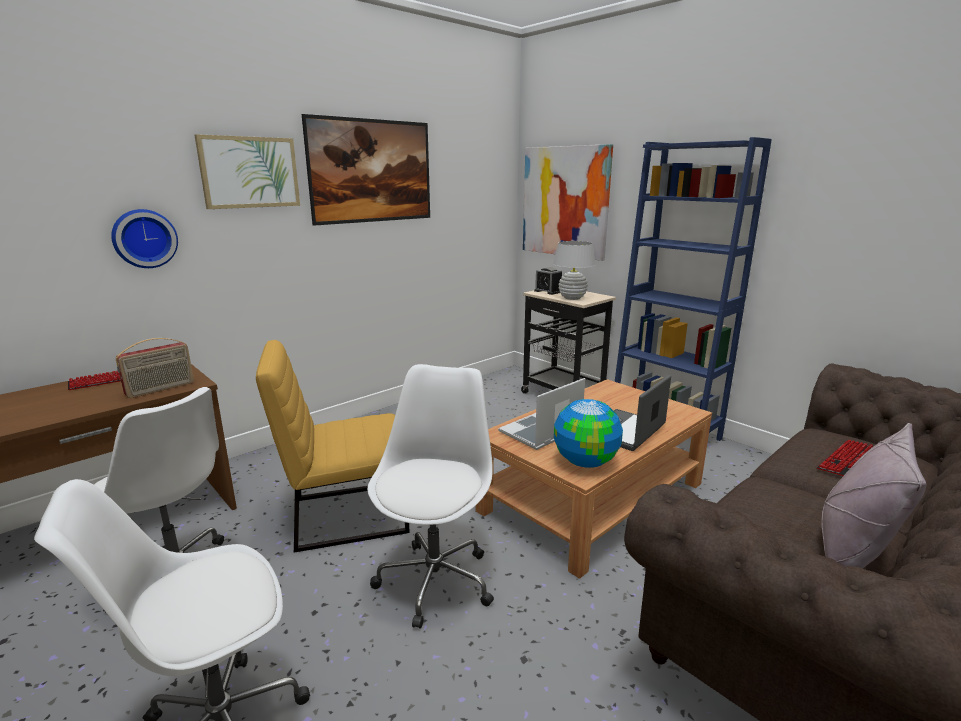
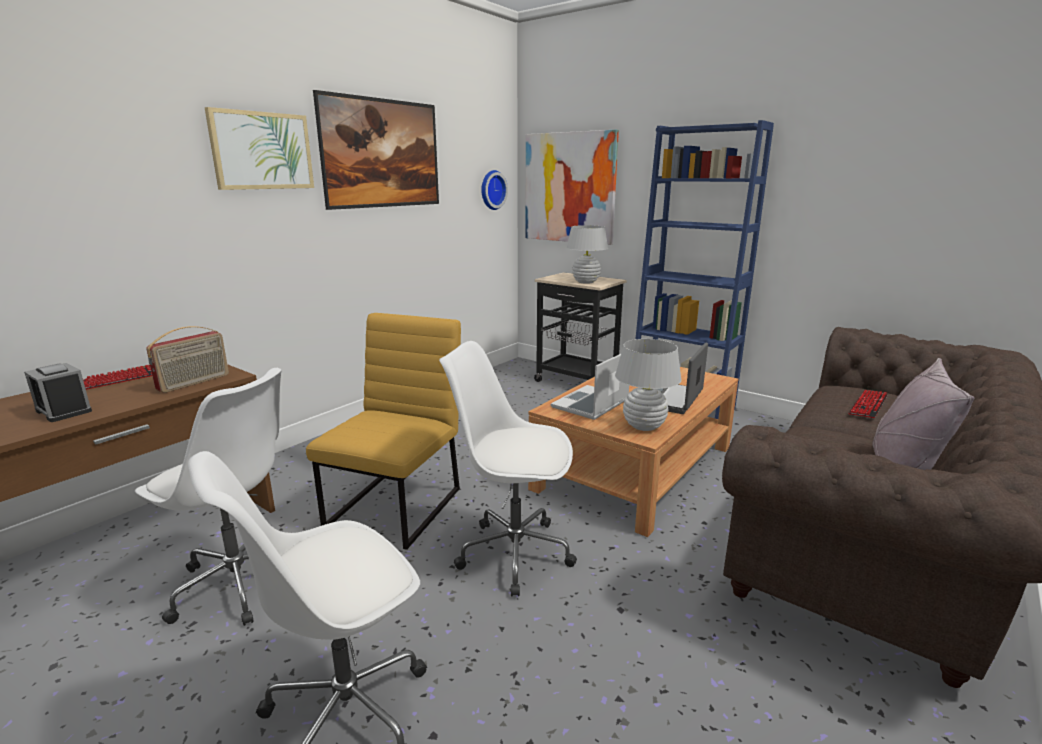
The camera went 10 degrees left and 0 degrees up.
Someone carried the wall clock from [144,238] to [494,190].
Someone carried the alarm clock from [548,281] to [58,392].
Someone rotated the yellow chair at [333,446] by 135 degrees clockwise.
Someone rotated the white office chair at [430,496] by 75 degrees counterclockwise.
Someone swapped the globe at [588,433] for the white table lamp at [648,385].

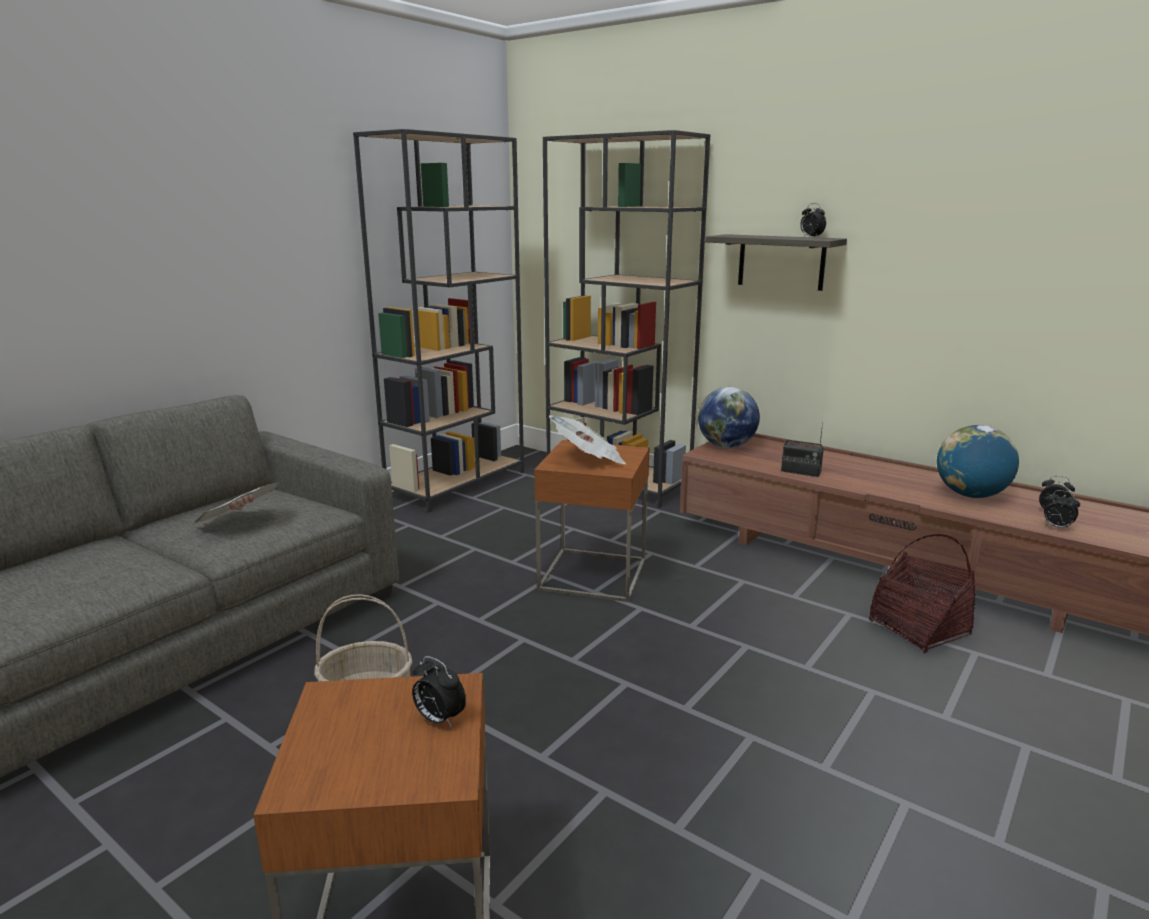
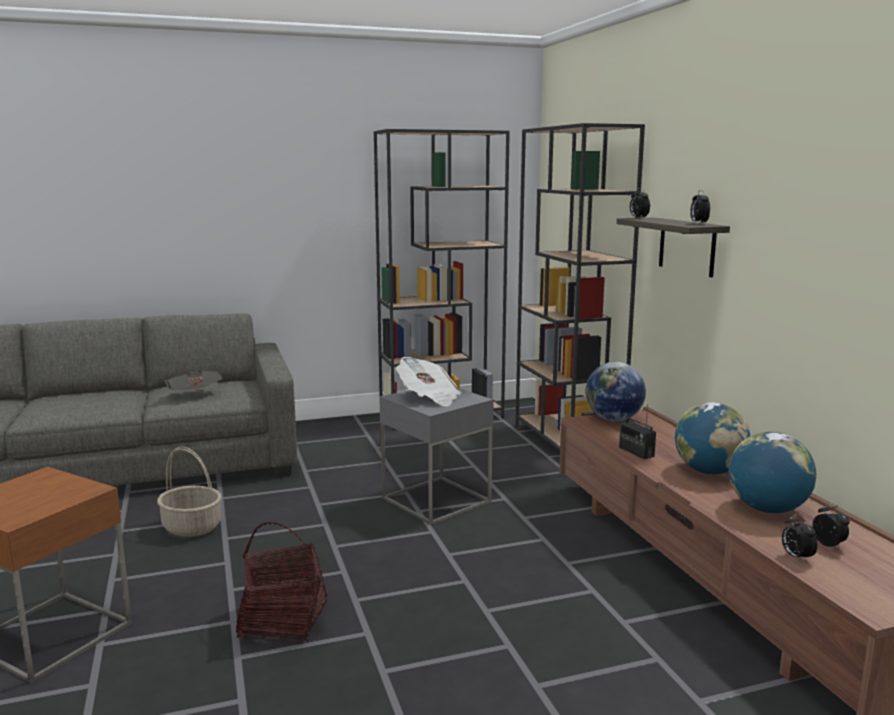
The camera went 35 degrees right and 5 degrees down.
Someone repainted the brown side table at [592,521], which became the grey side table at [436,456].
Someone carried the basket from [922,593] to [281,582].
Someone carried the alarm clock from [439,692] to [640,203].
Someone put down the globe at [712,438].

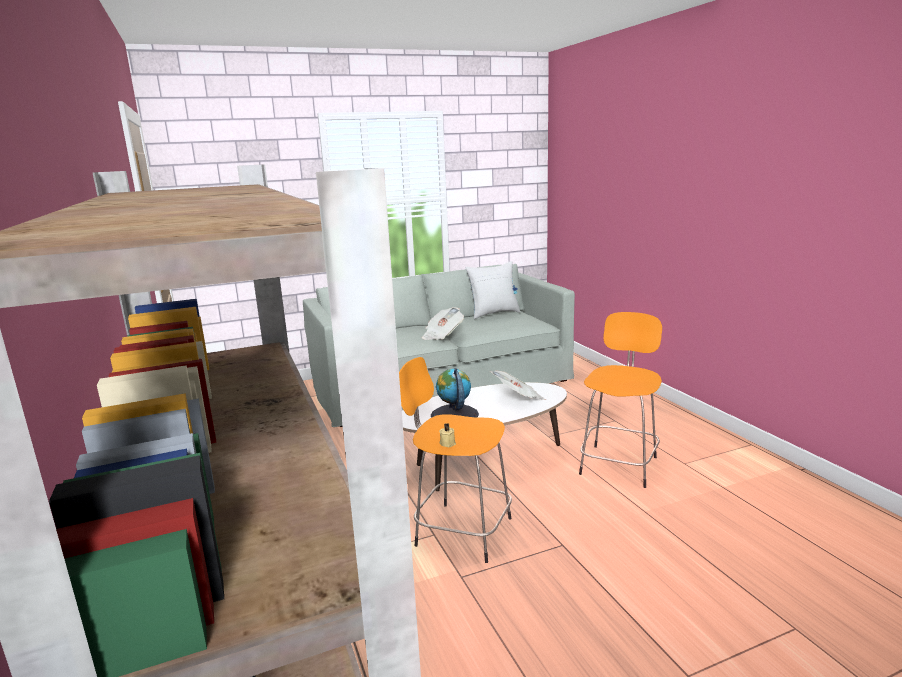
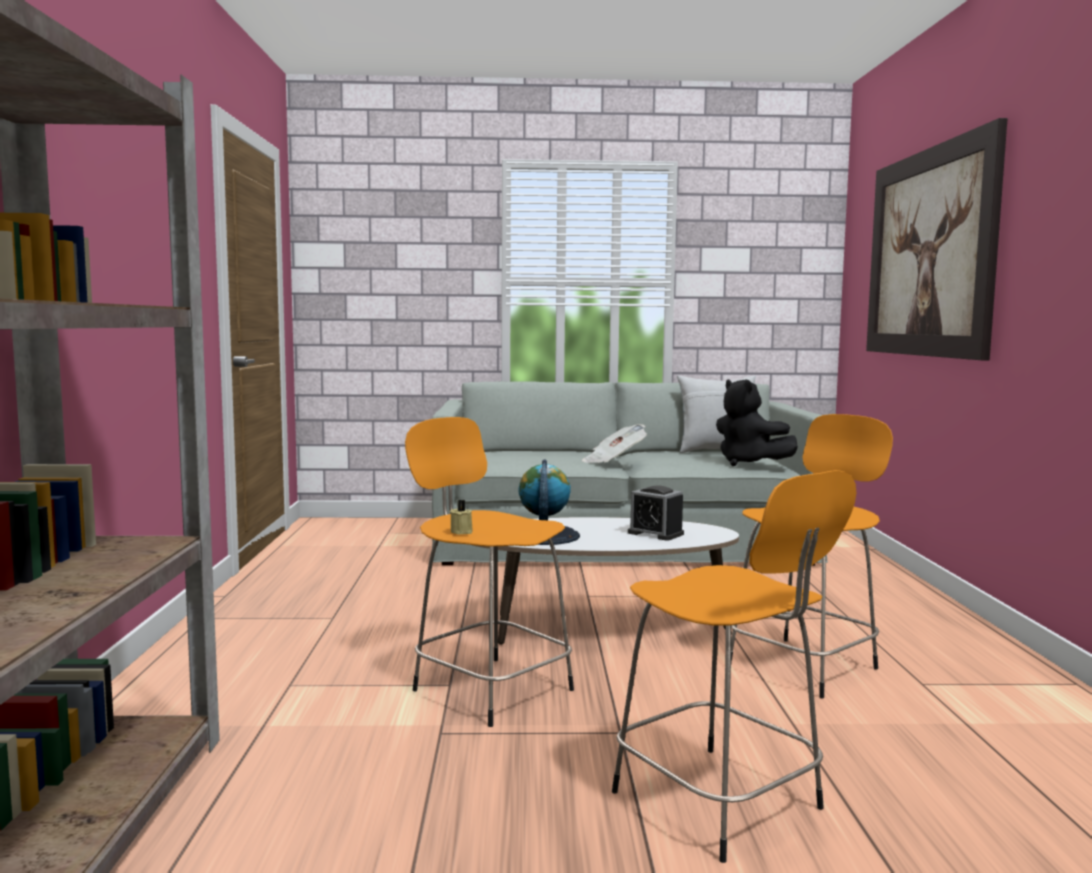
The camera went 20 degrees right and 10 degrees down.
Someone swapped the newspaper at [518,385] for the alarm clock at [656,513].
Someone put up the picture at [937,239].
Someone put down the black plush toy at [757,422].
Someone put down the orange stool at [734,666].

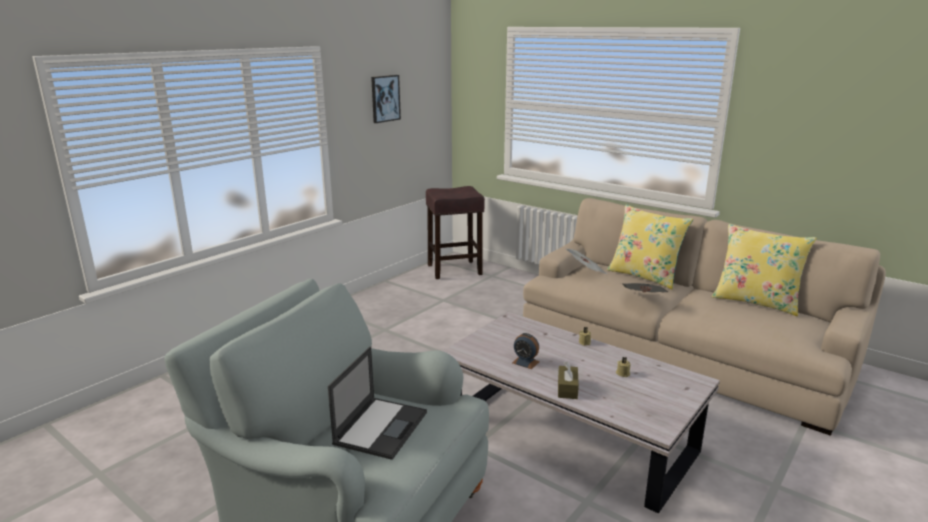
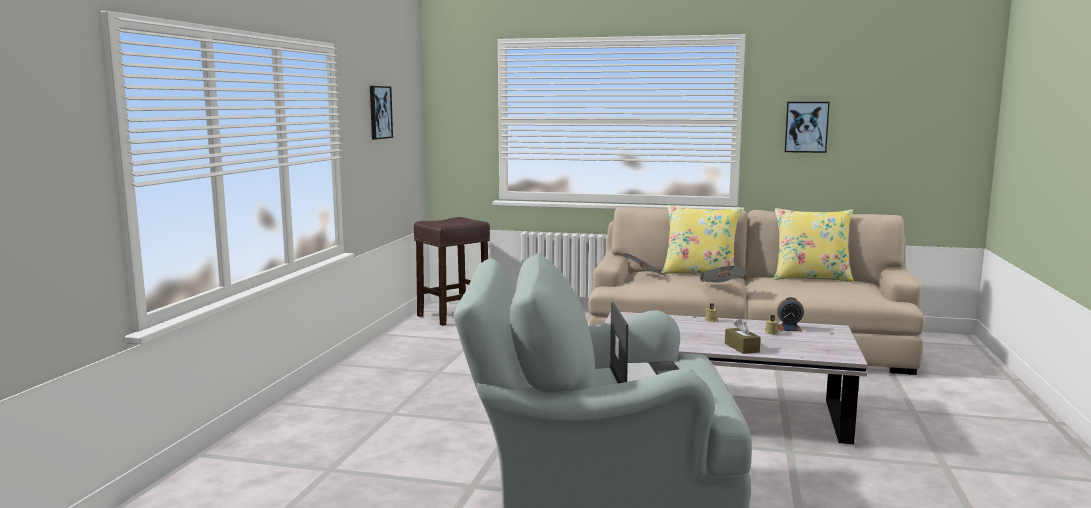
The camera went 25 degrees left and 10 degrees down.
Someone carried the alarm clock from [526,351] to [790,314].
Someone put up the picture at [807,127].

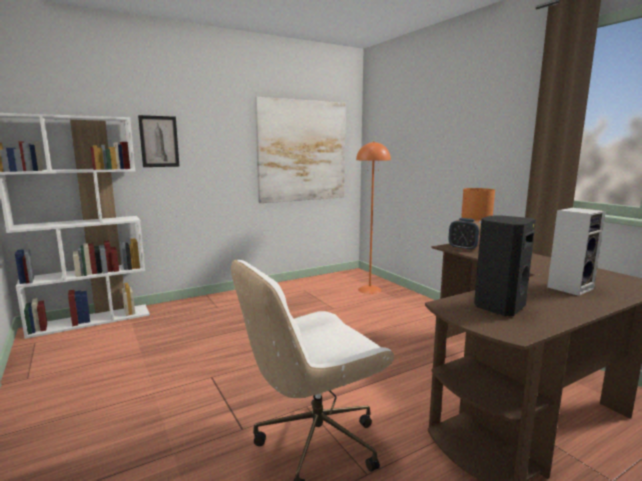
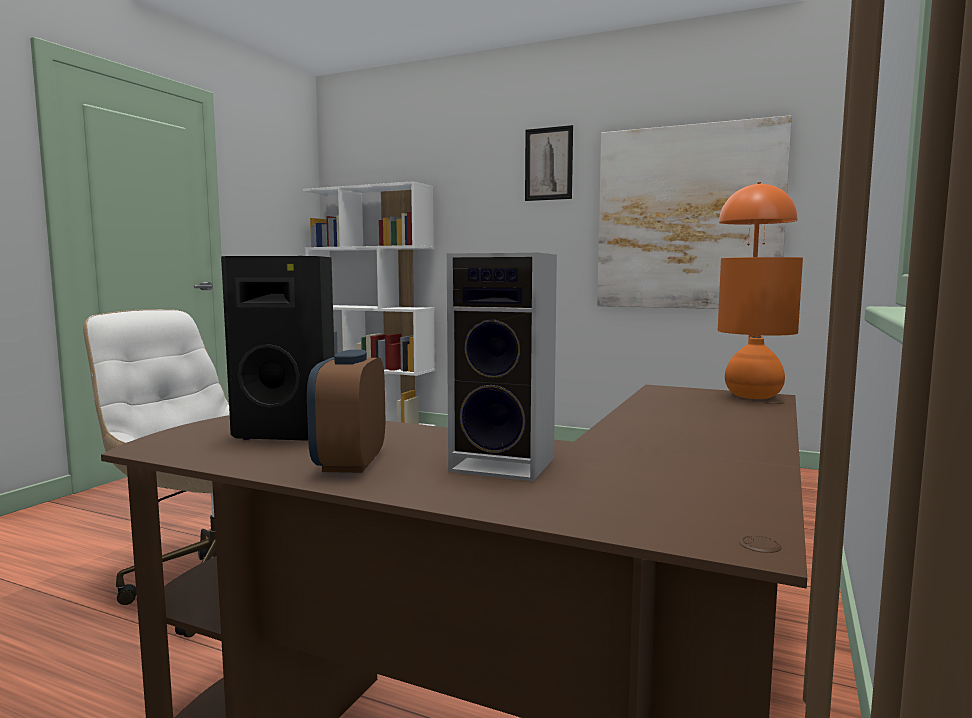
The camera went 55 degrees right and 5 degrees down.
Someone carried the picture from [159,141] to [549,163].
Someone carried the alarm clock from [465,234] to [346,411].

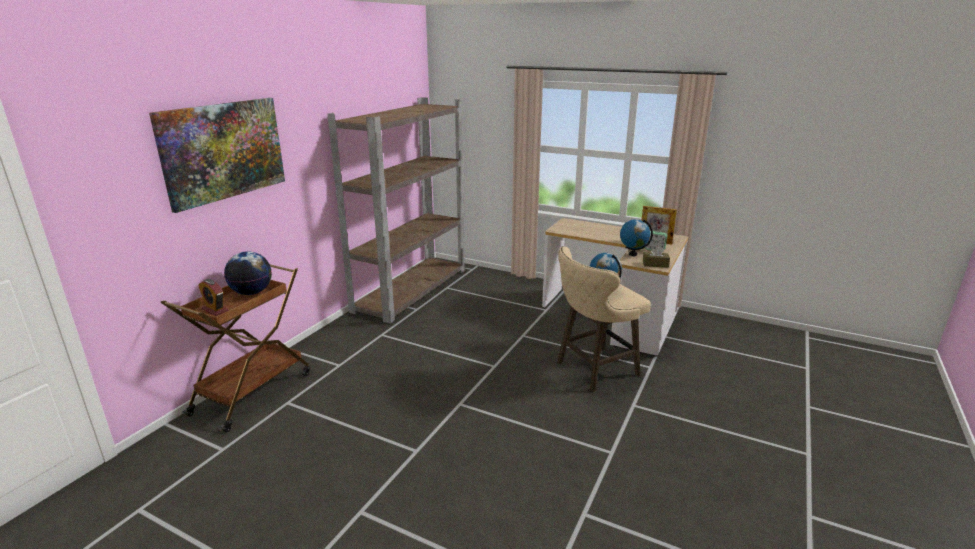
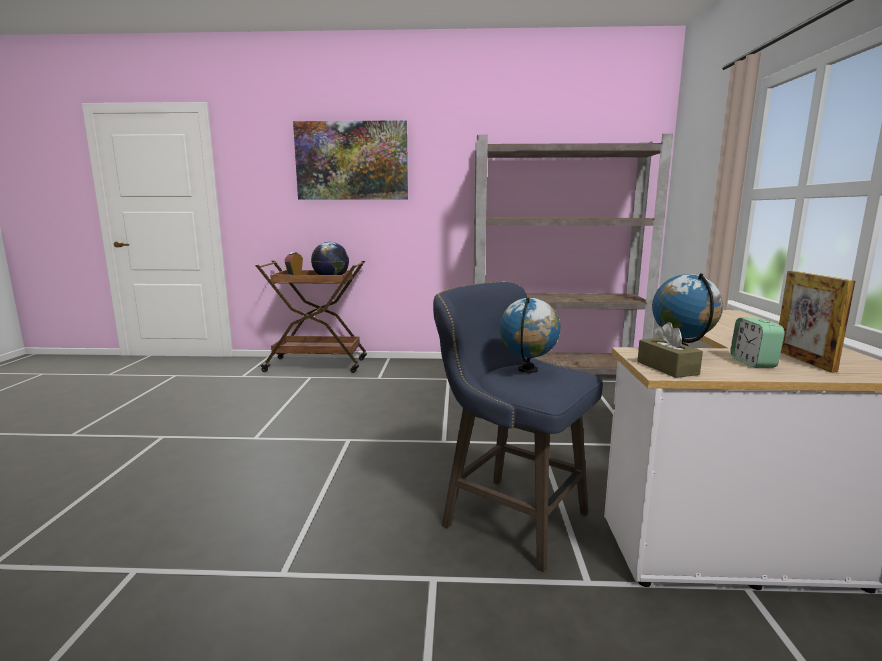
The camera went 65 degrees right and 10 degrees down.
Someone repainted the beige stool at [604,319], which became the blue stool at [518,426].

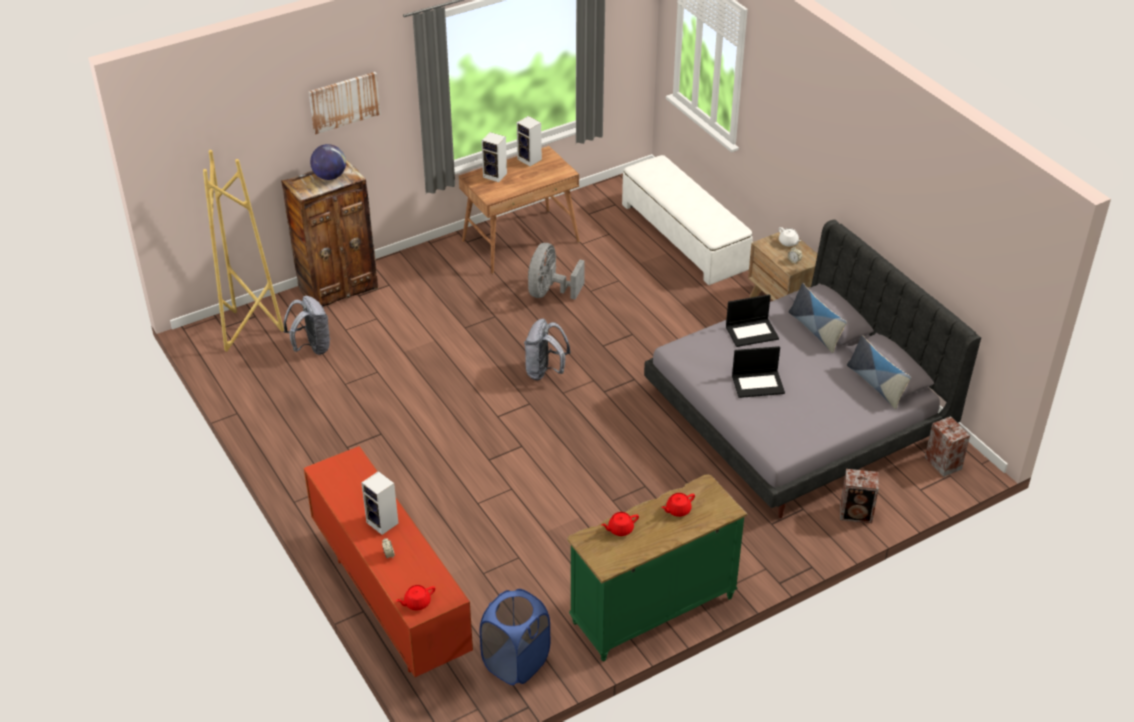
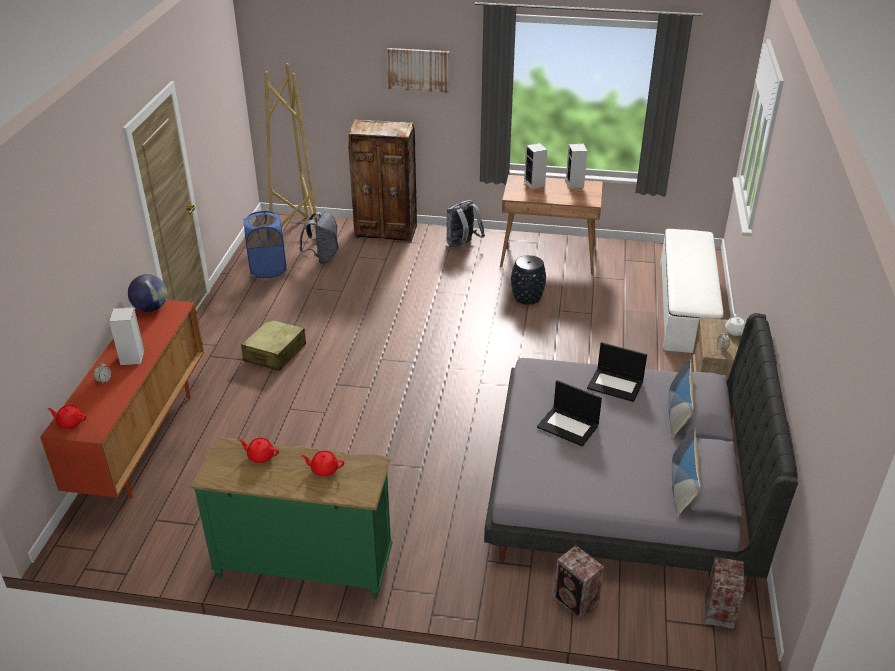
The camera went 40 degrees right and 5 degrees down.
Someone carried the globe from [328,162] to [147,293].
Someone swapped the grey fan at [556,271] for the black stool at [528,280].
Someone carried the grey backpack from [547,350] to [465,223].
Someone carried the blue laundry basket from [515,637] to [265,244].
Someone put down the beige suitcase at [273,345].

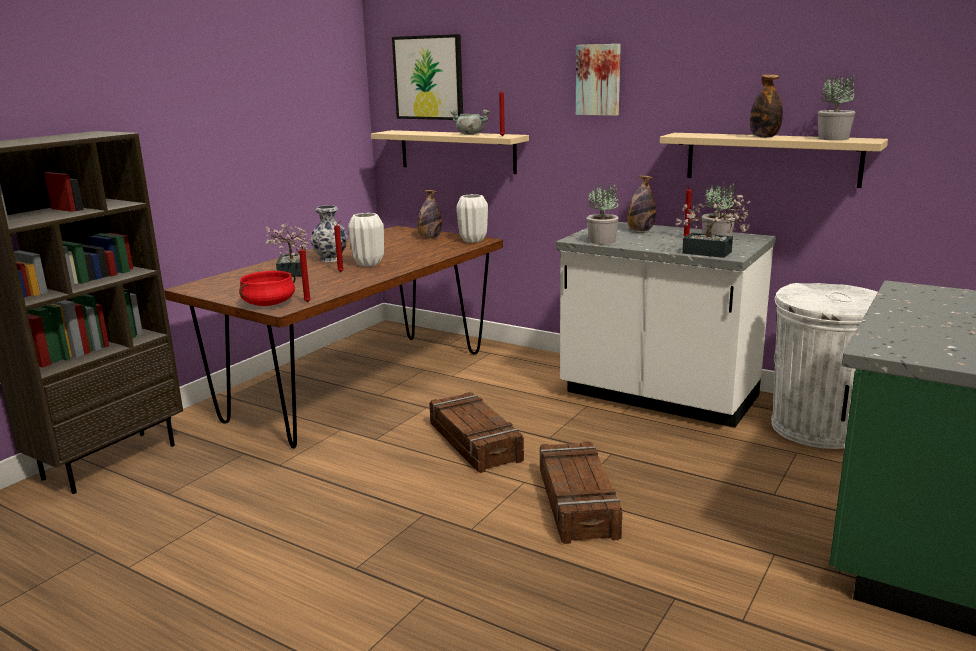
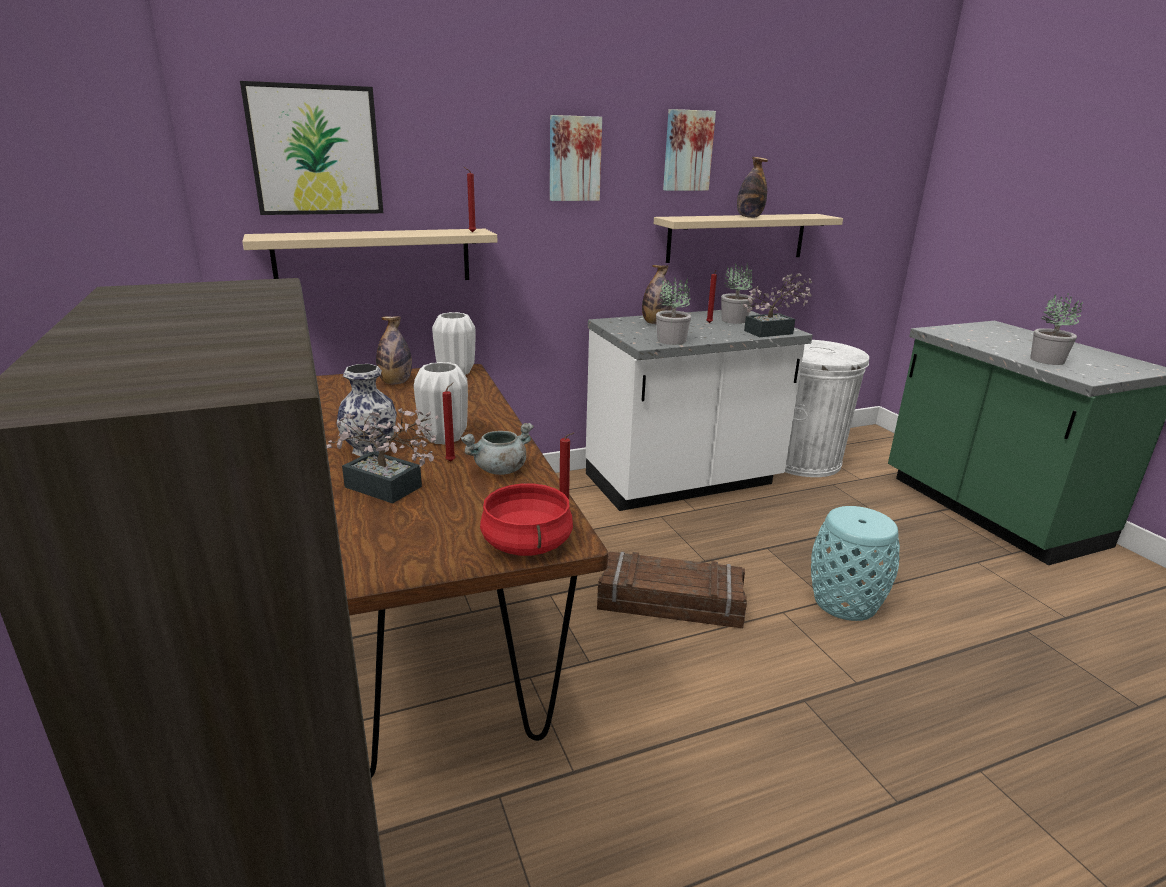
The camera went 55 degrees left and 5 degrees up.
Someone carried the potted plant from [836,107] to [1056,329].
Someone carried the grey cooking pot from [469,122] to [497,449].
Someone swapped the crate at [581,492] for the turquoise stool at [855,563].
Someone put up the picture at [689,150].

